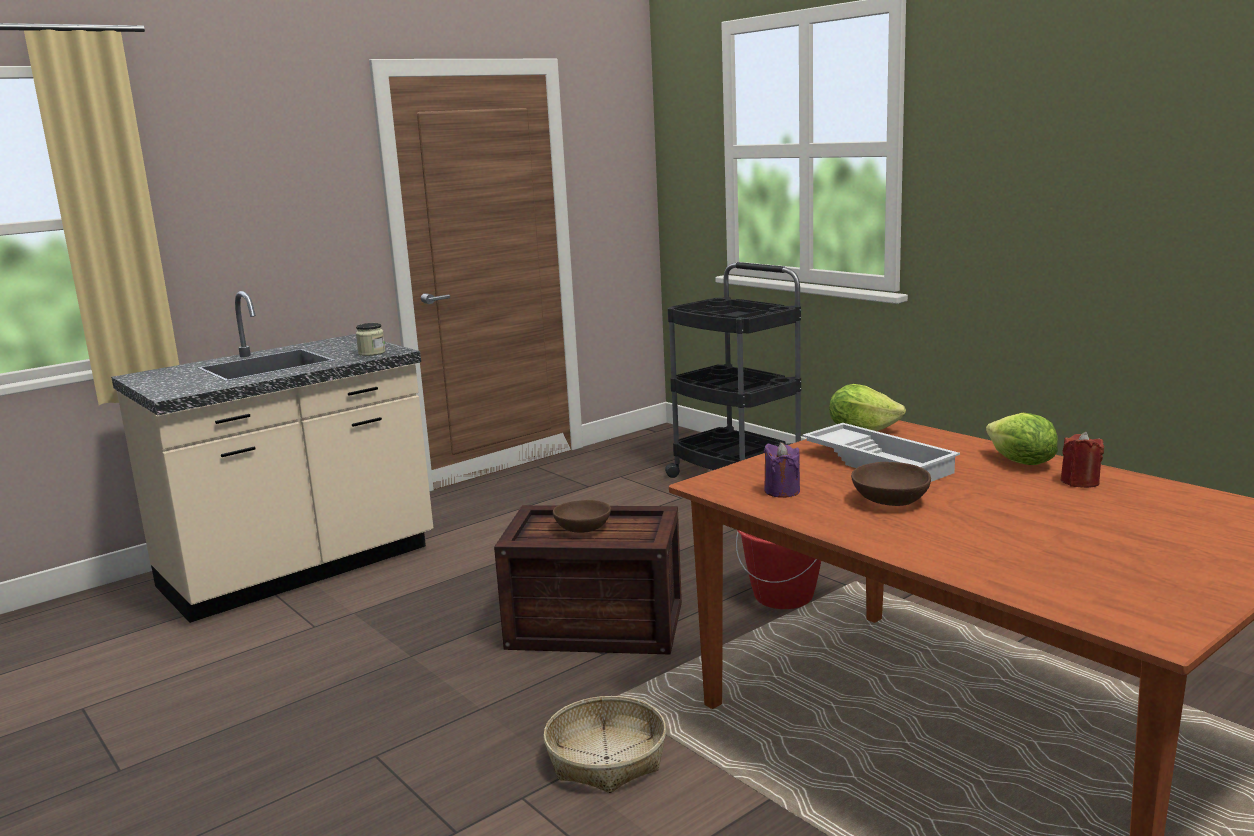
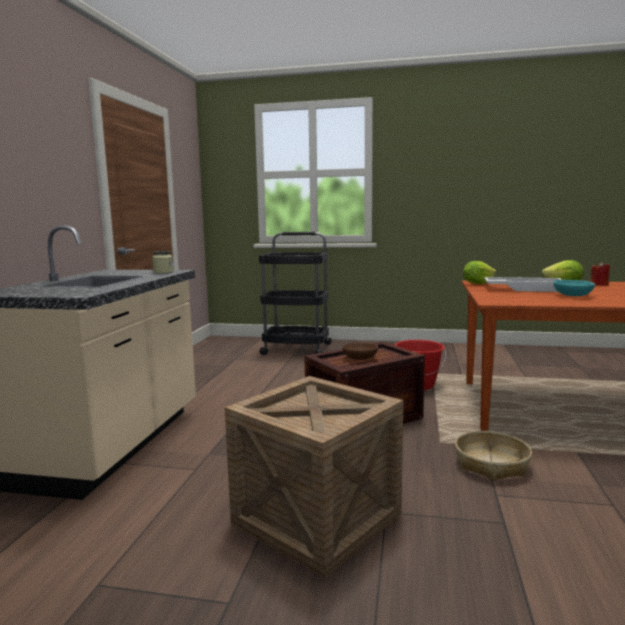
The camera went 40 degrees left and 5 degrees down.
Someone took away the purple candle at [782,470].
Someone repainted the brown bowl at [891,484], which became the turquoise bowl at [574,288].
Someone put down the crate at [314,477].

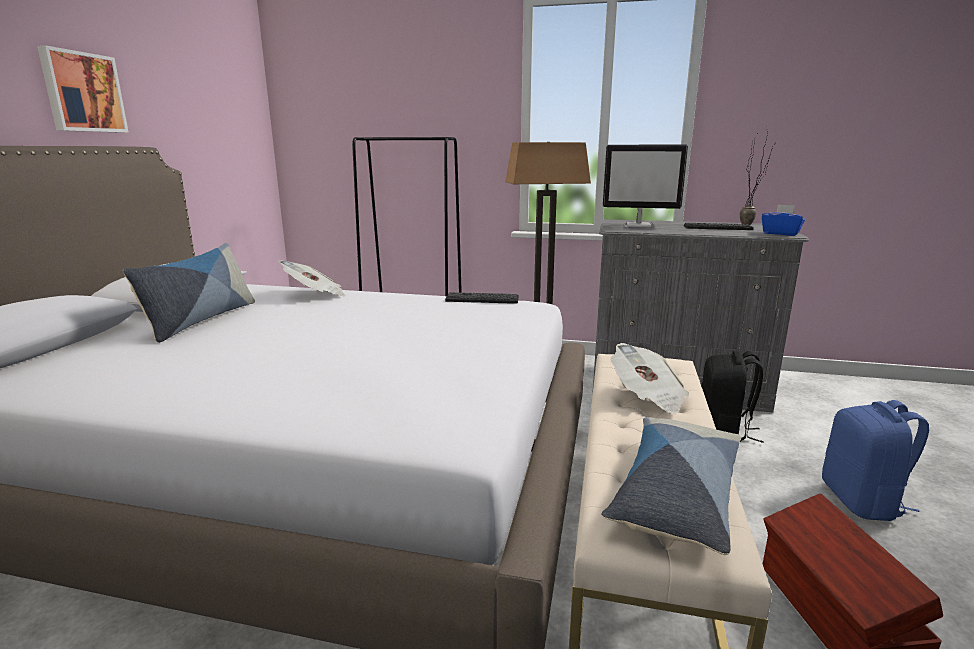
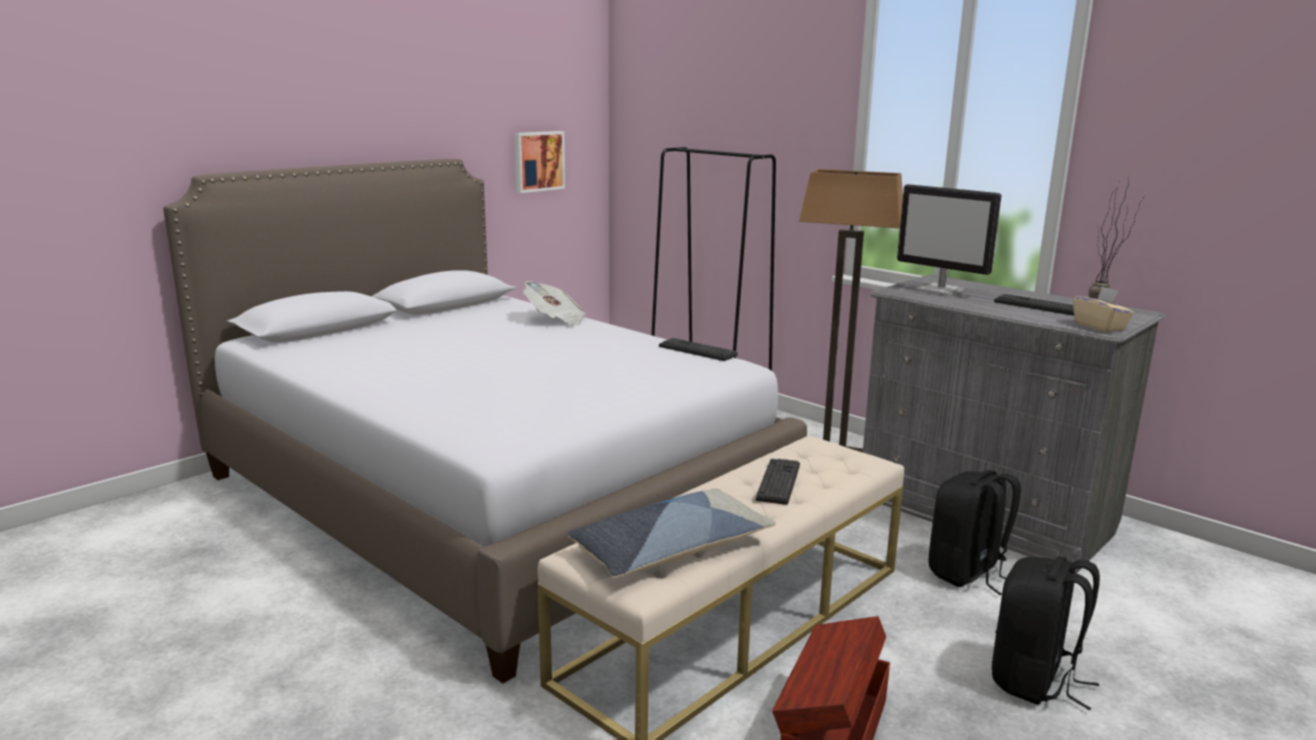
The camera went 30 degrees right and 0 degrees up.
Someone carried the picture from [82,89] to [539,162].
Someone repainted the blue tissue box at [783,220], which became the beige tissue box at [1103,309].
Someone took away the pillow at [189,293].
Someone swapped the newspaper at [650,379] for the keyboard at [778,482].
Someone repainted the blue backpack at [875,460], which became the black backpack at [1046,633].

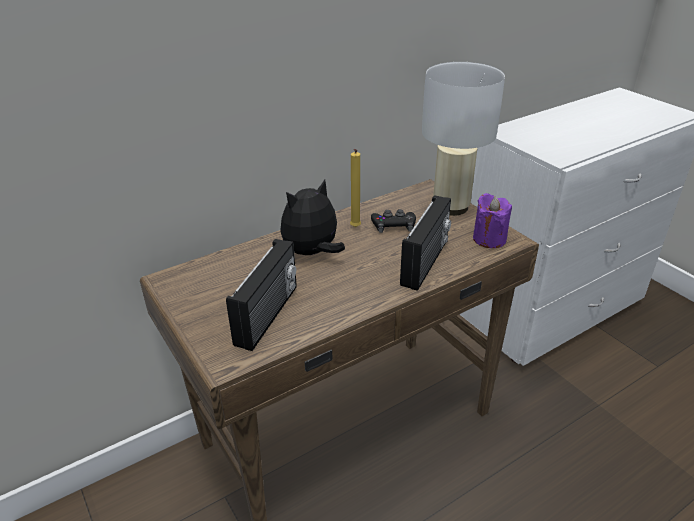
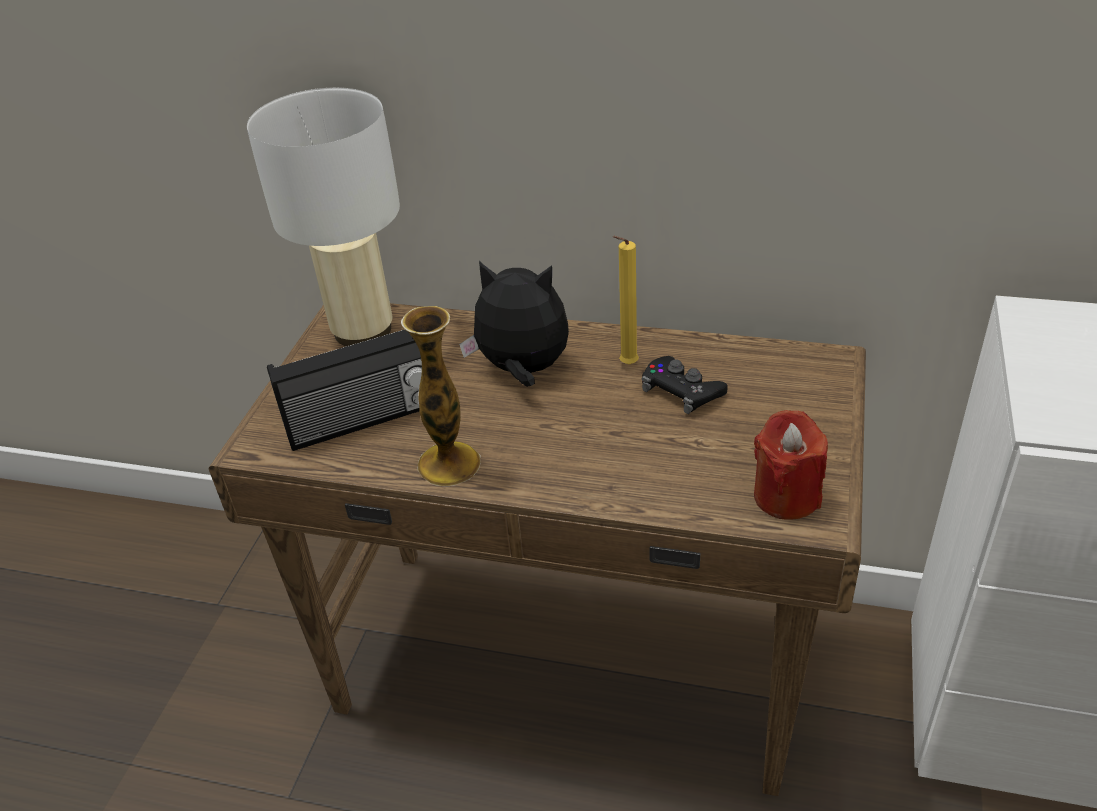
The camera went 50 degrees right and 5 degrees up.
Someone carried the white table lamp from [463,139] to [323,216].
Someone repainted the purple candle at [492,220], which became the red candle at [791,465].
Someone took away the radio at [425,243].
Someone put down the vase at [441,396].

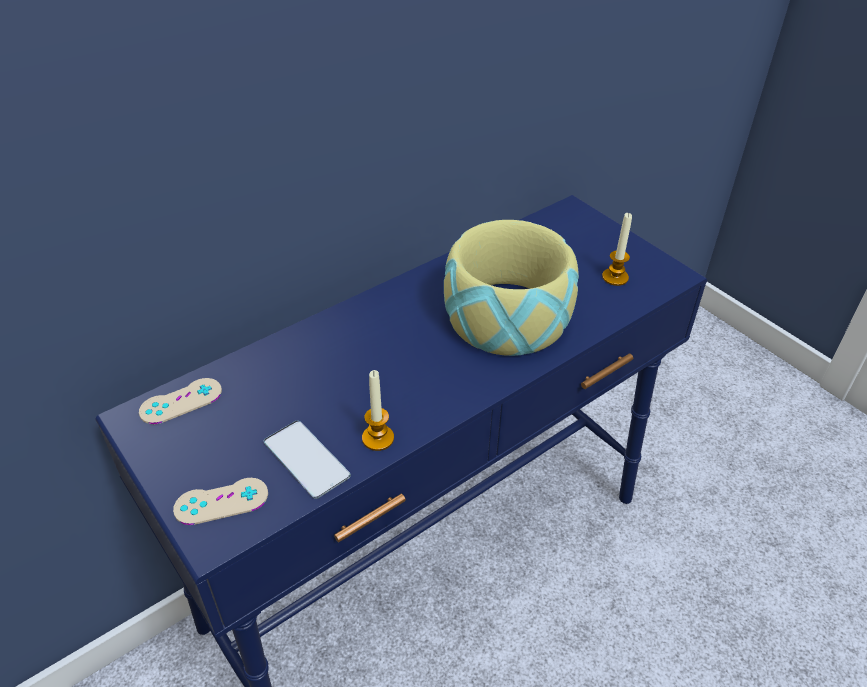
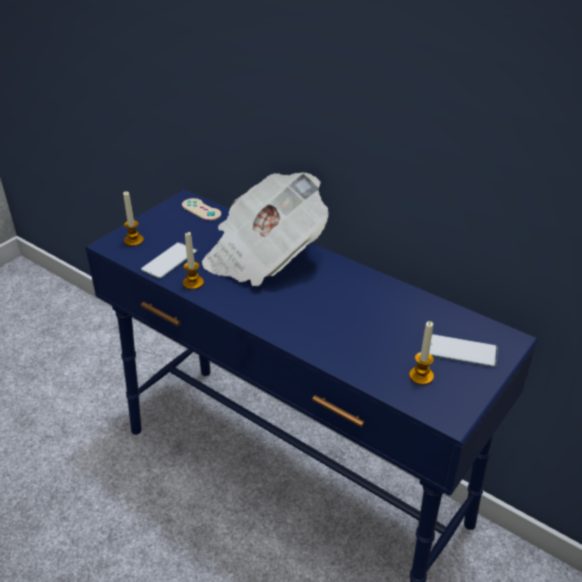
The camera went 75 degrees right and 5 degrees down.
Someone took away the bowl at [511,288].
Someone swapped the beige game controller at [220,501] for the candle at [133,218].
Someone put down the newspaper at [265,229].
Someone put down the phone at [463,350].

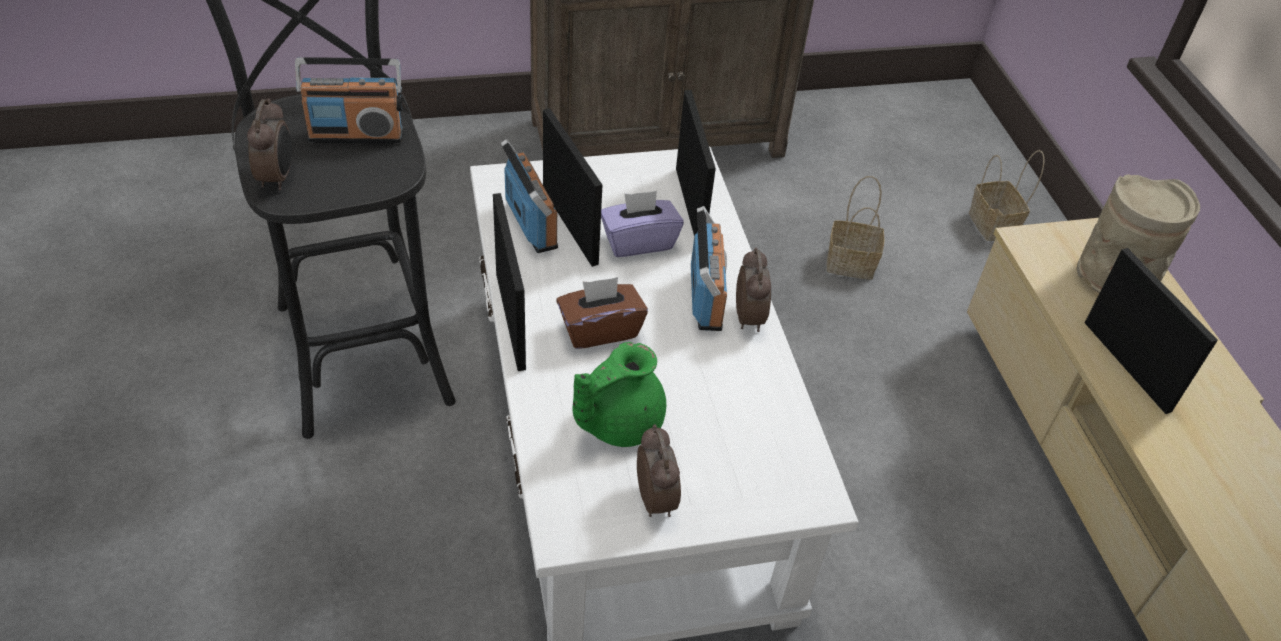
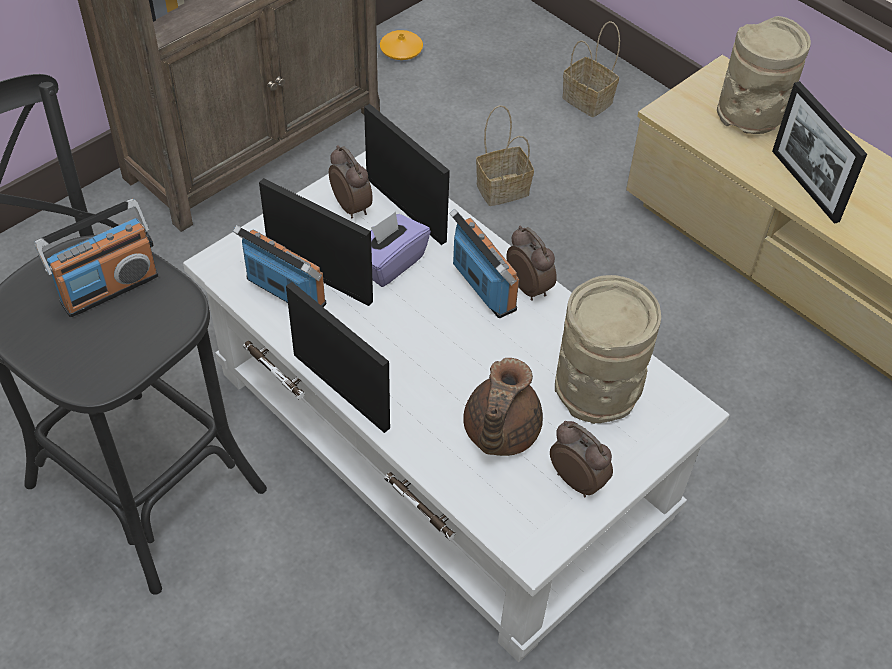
The camera went 30 degrees left and 5 degrees up.
Someone carried the alarm clock from [269,144] to [351,182].
Someone rotated the picture frame at [1151,331] by 150 degrees counterclockwise.
Someone took away the brown tissue box at [602,313].
Someone repainted the green teapot at [619,394], which became the brown teapot at [503,407].
Someone put down the orange vase at [401,45].
Someone put down the beige vase at [608,349].

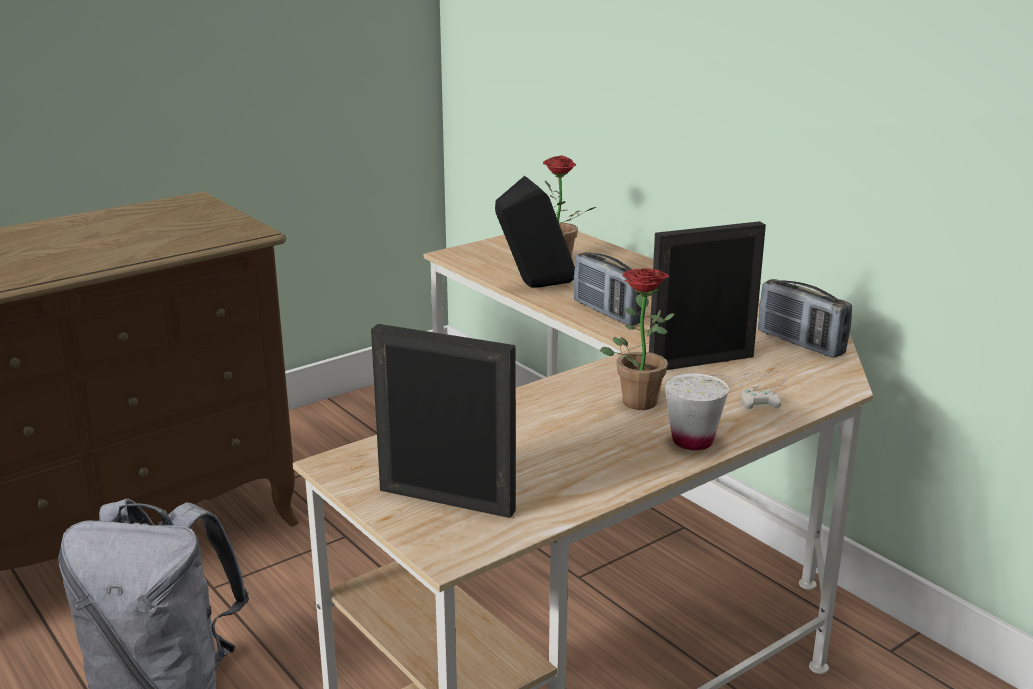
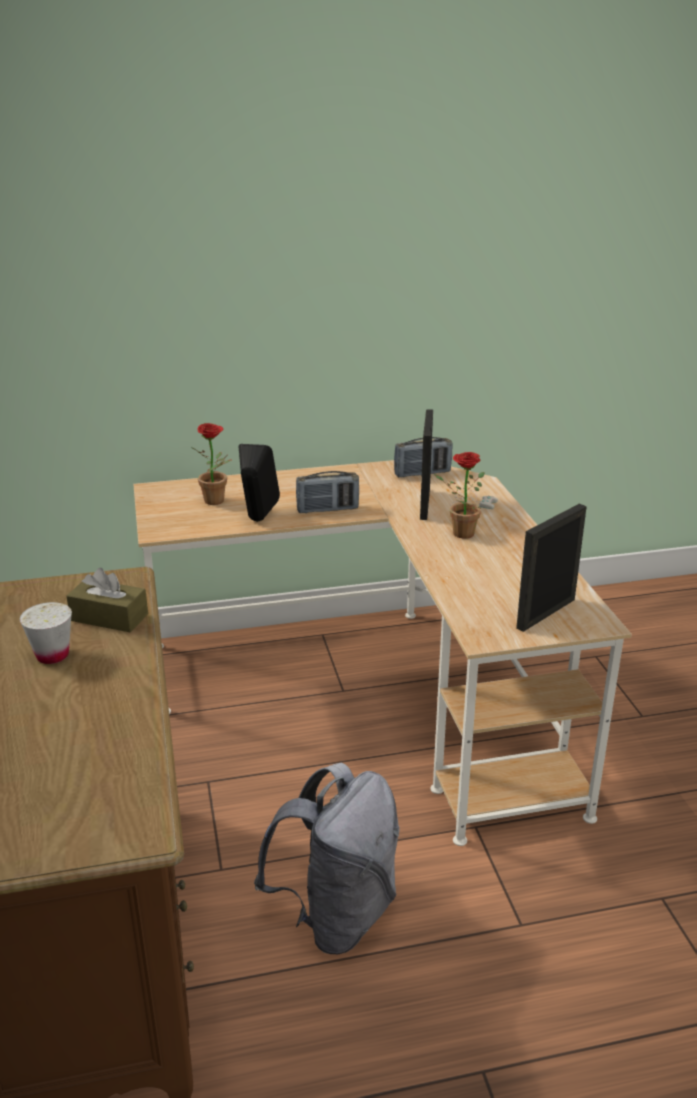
The camera went 65 degrees left and 5 degrees up.
Someone carried the white cup from [696,411] to [46,633].
Someone put down the brown tissue box at [107,600].

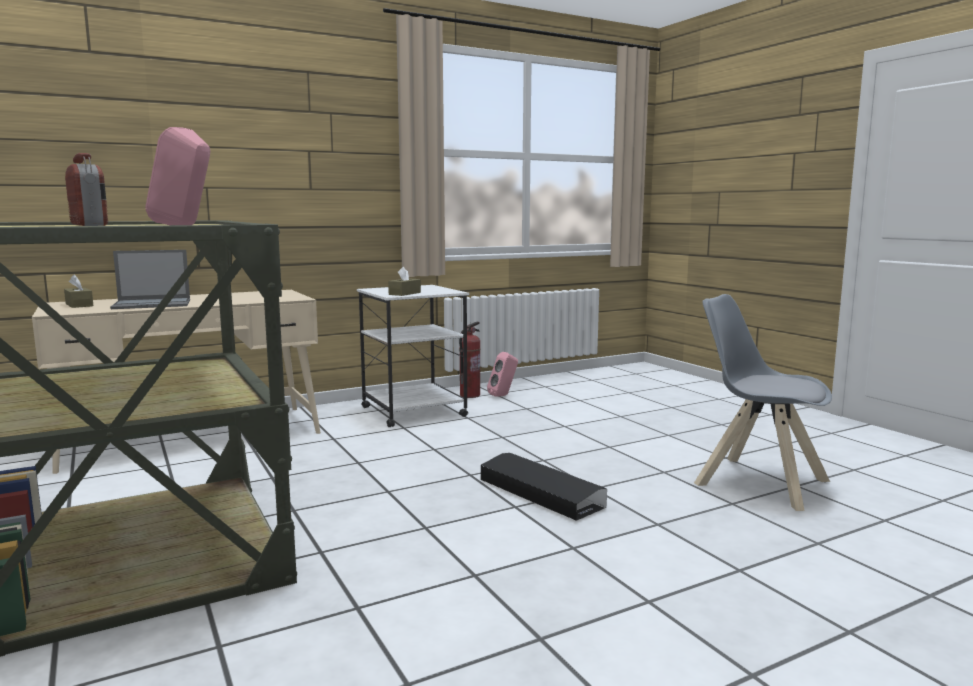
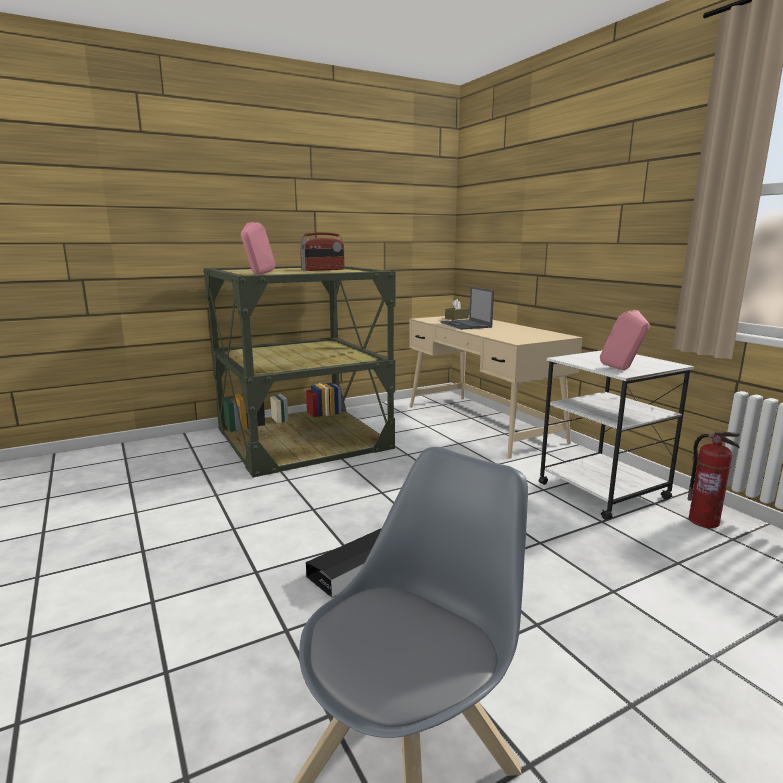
The camera went 90 degrees right and 5 degrees up.
Someone took away the brown tissue box at [404,281].
Someone carried the pink speaker from [502,374] to [625,340].

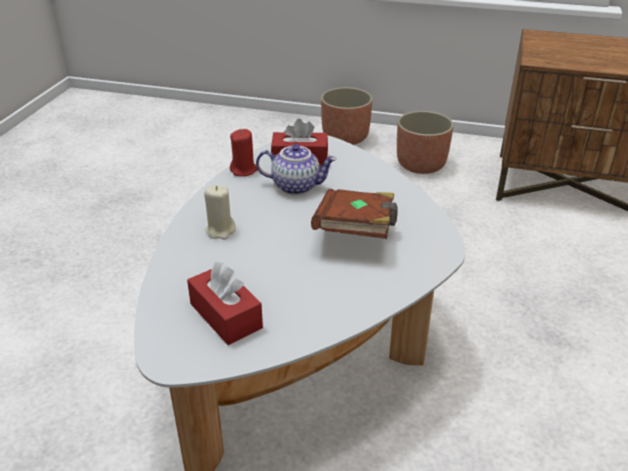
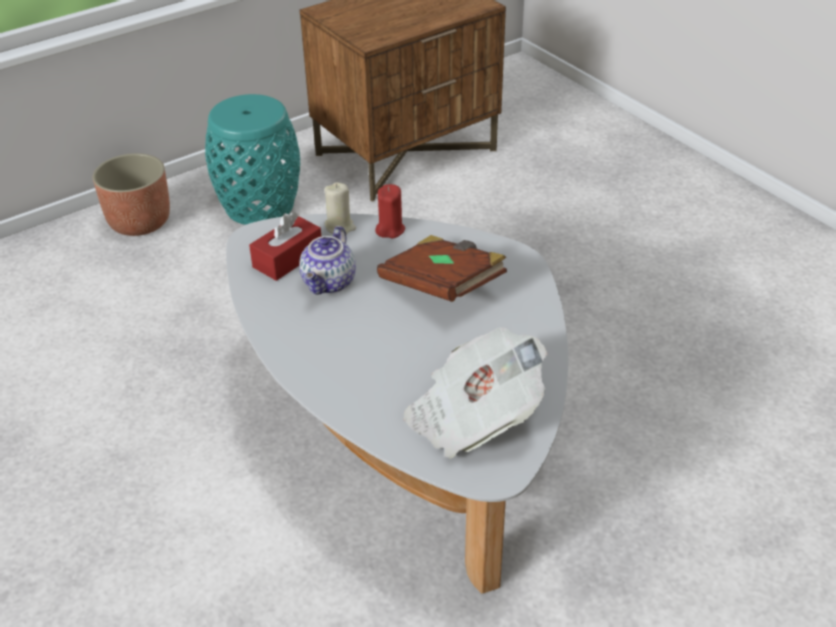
The camera went 50 degrees left and 5 degrees up.
Someone swapped the planter at [425,142] for the turquoise stool at [252,159].
Someone carried the red candle from [244,152] to [390,211].
Someone rotated the teapot at [296,169] by 150 degrees clockwise.
Someone carried the beige candle from [220,212] to [340,208].
Someone swapped the red tissue box at [225,303] for the newspaper at [476,393].

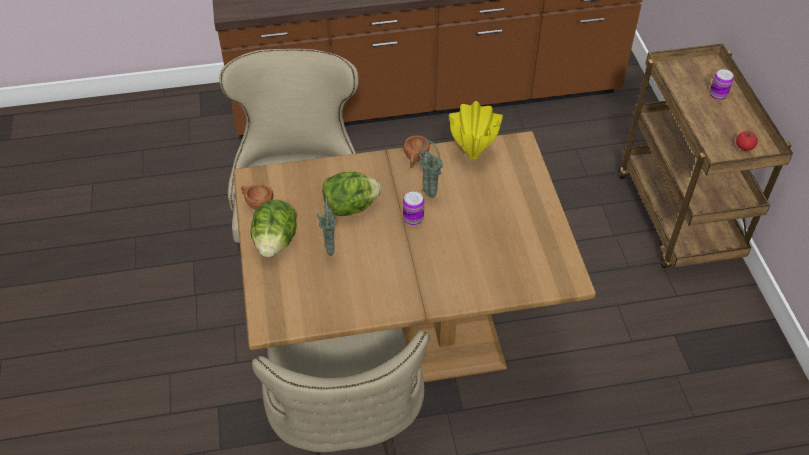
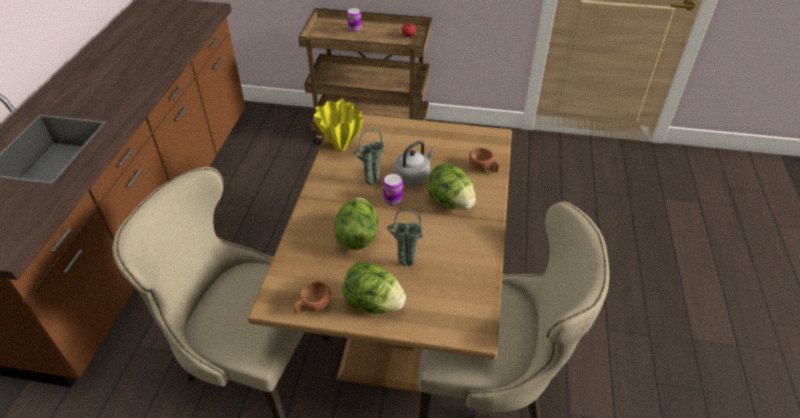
The camera went 70 degrees left and 5 degrees down.
Someone carried the brown cup from [417,151] to [484,159].
Someone put down the grey kettle at [414,163].
Someone put down the lettuce at [451,186].

